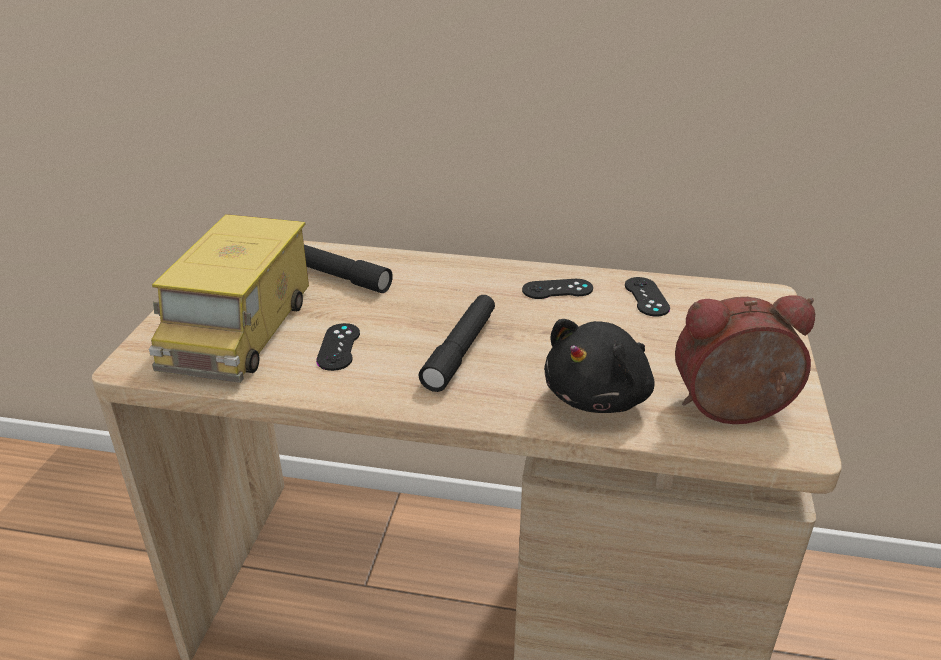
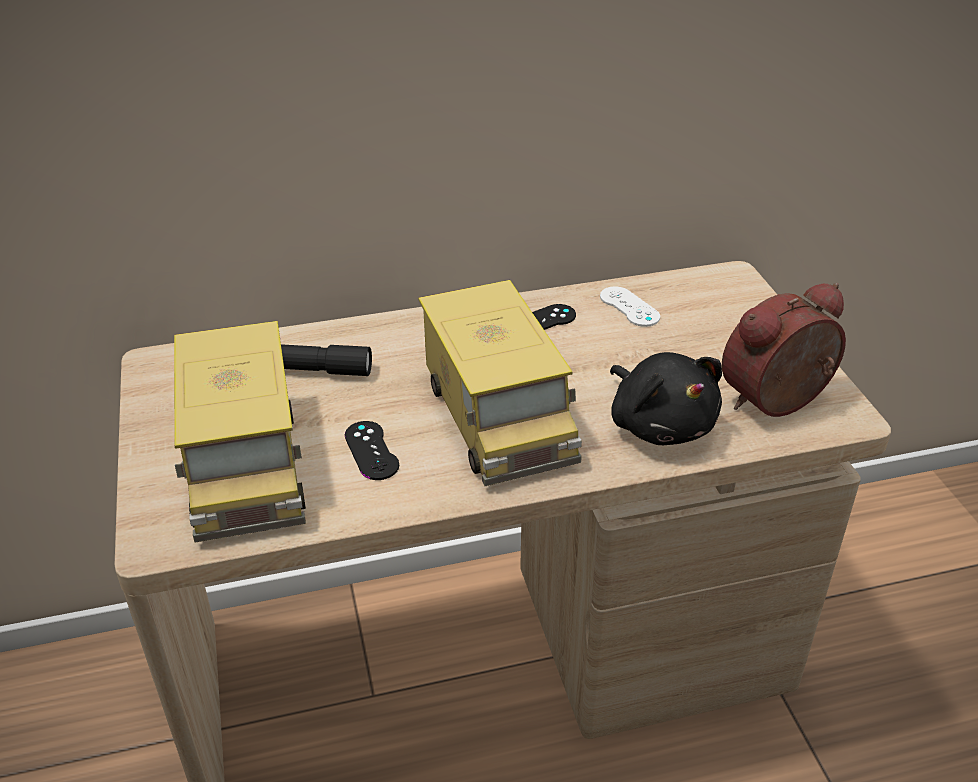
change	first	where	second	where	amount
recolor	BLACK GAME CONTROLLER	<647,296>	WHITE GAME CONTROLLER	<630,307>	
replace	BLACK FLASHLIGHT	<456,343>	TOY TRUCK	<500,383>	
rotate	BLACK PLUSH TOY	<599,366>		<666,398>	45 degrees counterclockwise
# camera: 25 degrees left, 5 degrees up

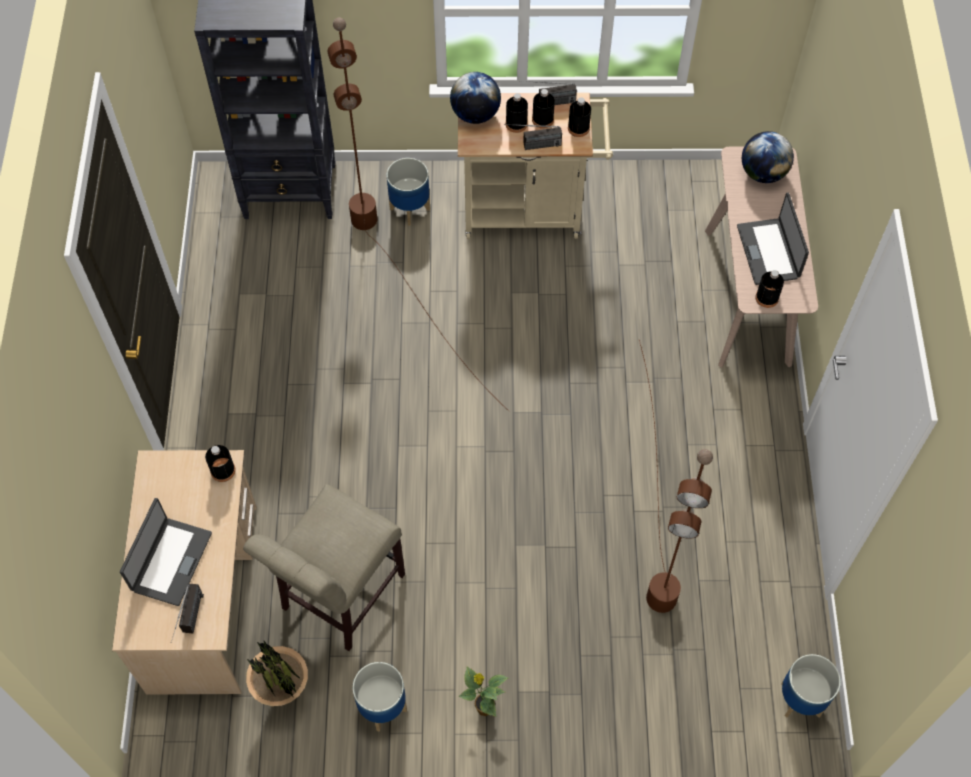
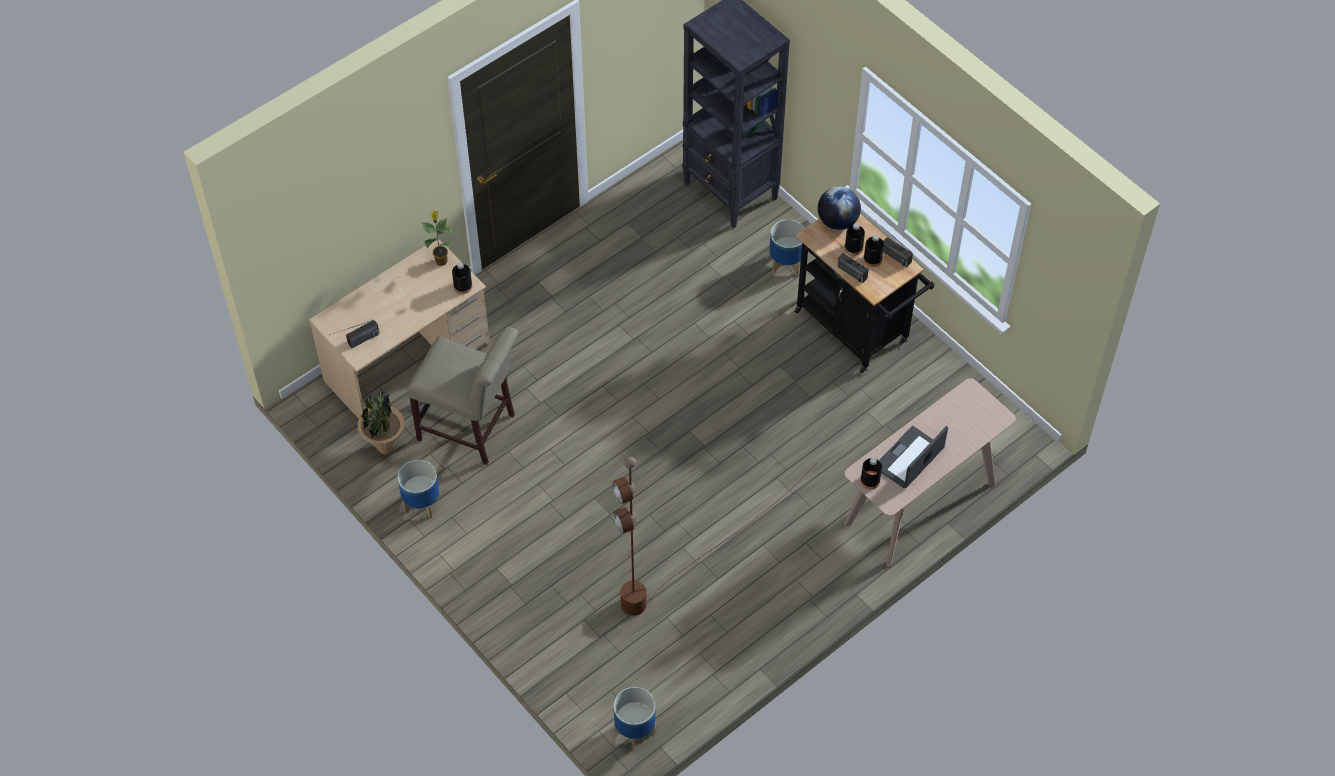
change	first	where	second	where	amount
delete	BROWN FLOOR LAMP	<418,214>			
recolor	BEIGE CART	<535,166>	BLACK CART	<864,293>	
delete	BLACK BOTTLE	<579,117>			
delete	GLOBE	<768,157>			
rotate	BEIGE CHAIR	<324,567>		<462,396>	150 degrees counterclockwise
delete	LAPTOP	<166,552>			
move	POTTED PLANT	<483,691>		<437,238>	
# camera: 50 degrees right, 5 degrees down

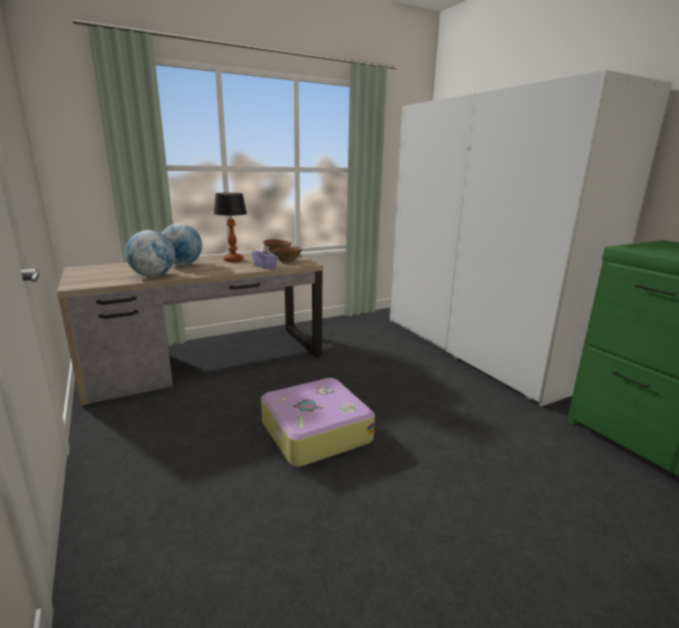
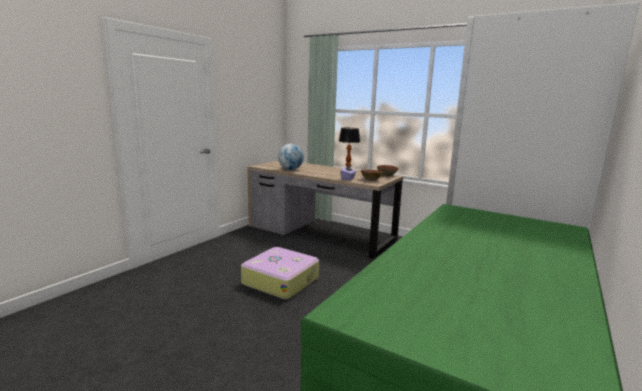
change	first	where	second	where	amount
delete	GLOBE	<182,244>			
# camera: 60 degrees right, 5 degrees down

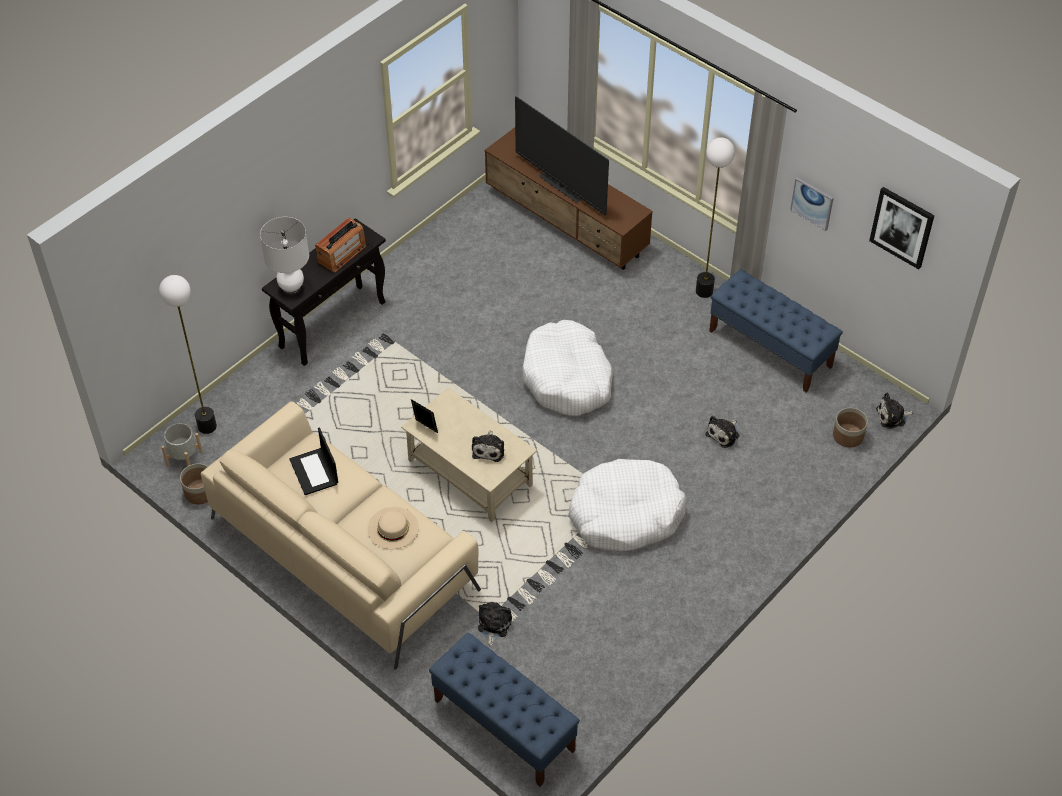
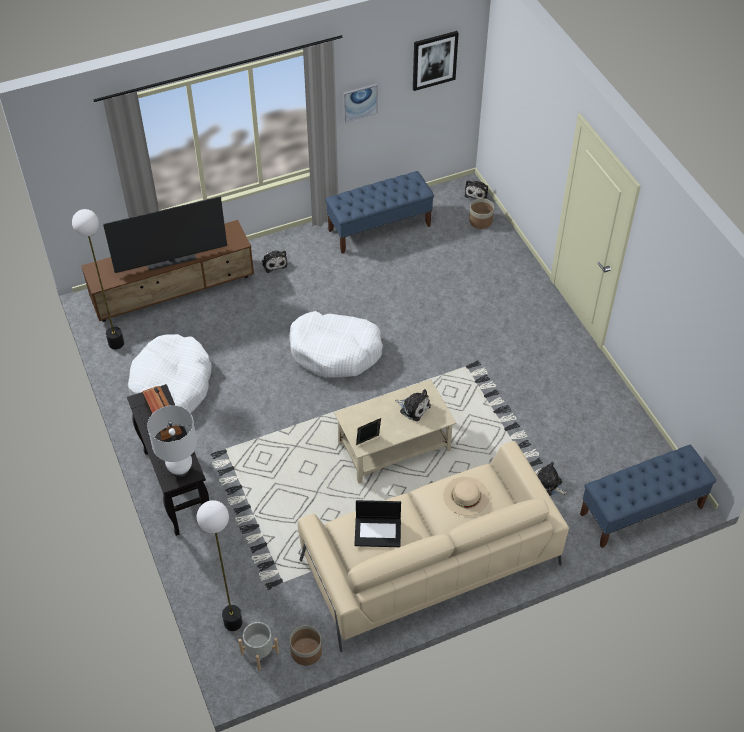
change	first	where	second	where	amount
move	FLOOR LAMP	<715,217>		<98,279>	
move	PLUSH TOY	<722,432>		<274,262>	
move	WHITE DOG BED	<627,505>		<170,373>	
# camera: 65 degrees left, 0 degrees up

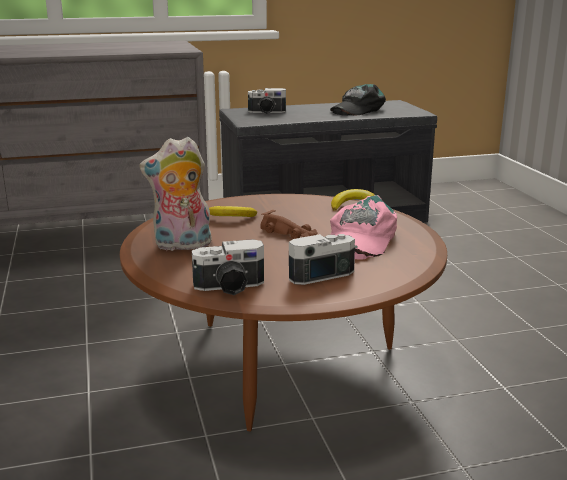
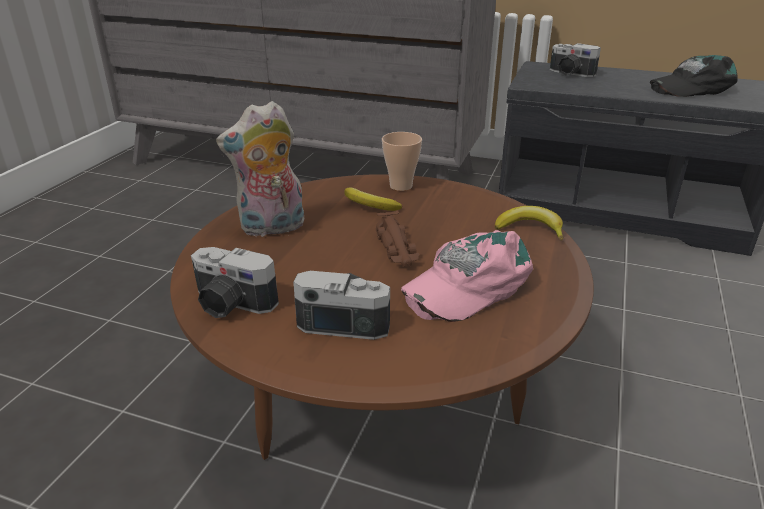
change	first	where	second	where	amount
rotate	PLUSH TOY	<175,194>		<260,169>	45 degrees counterclockwise
insert			CUP	<402,161>	
# camera: 35 degrees right, 10 degrees up

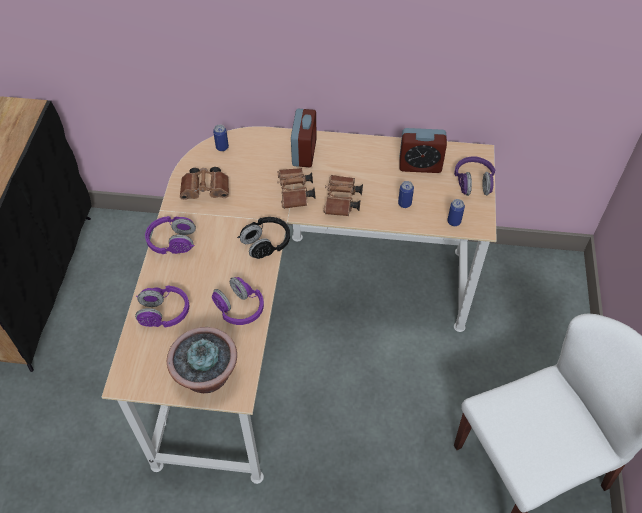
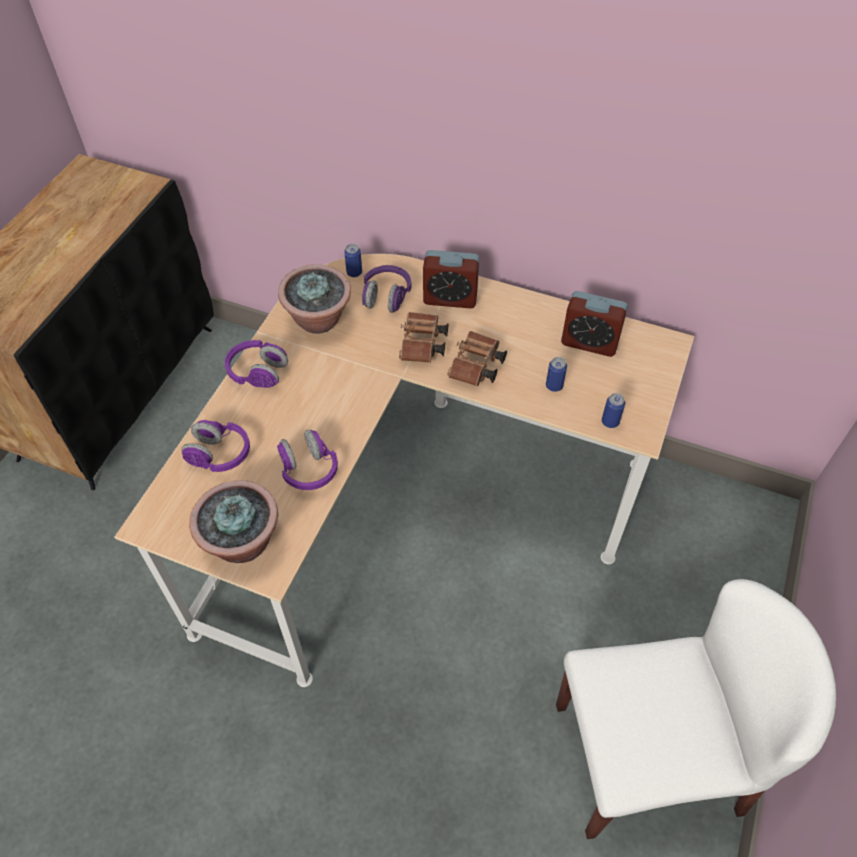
change	first	where	second	where	amount
rotate	ALARM CLOCK	<304,138>		<451,279>	75 degrees clockwise
move	PURPLE HEADPHONES	<474,176>		<387,289>	
replace	BROWN BINOCULARS	<204,183>	POTTED PLANT	<314,299>	
delete	BLACK HEADPHONES	<263,238>			
# camera: 15 degrees right, 0 degrees up

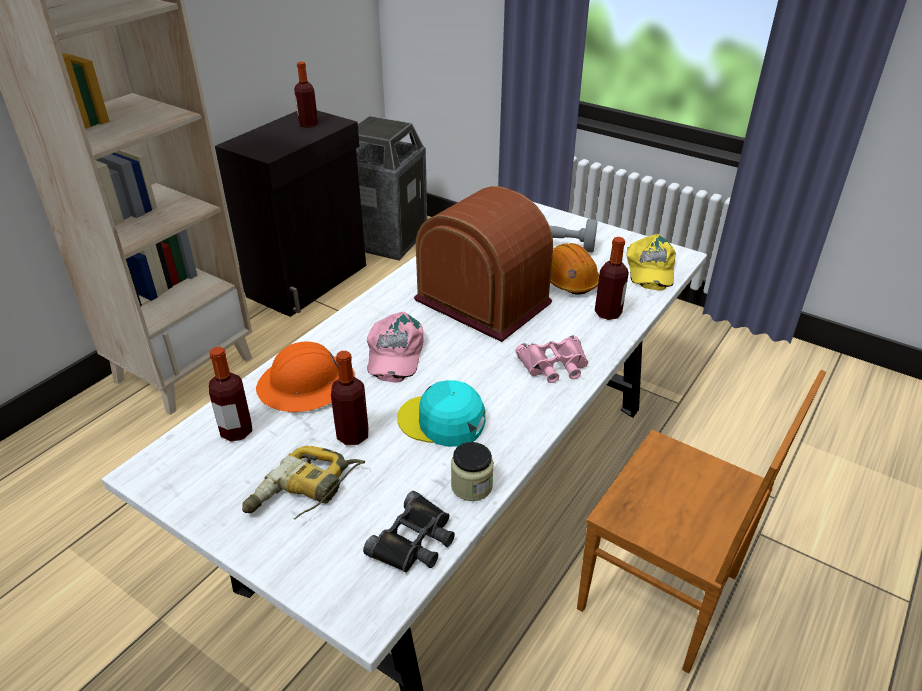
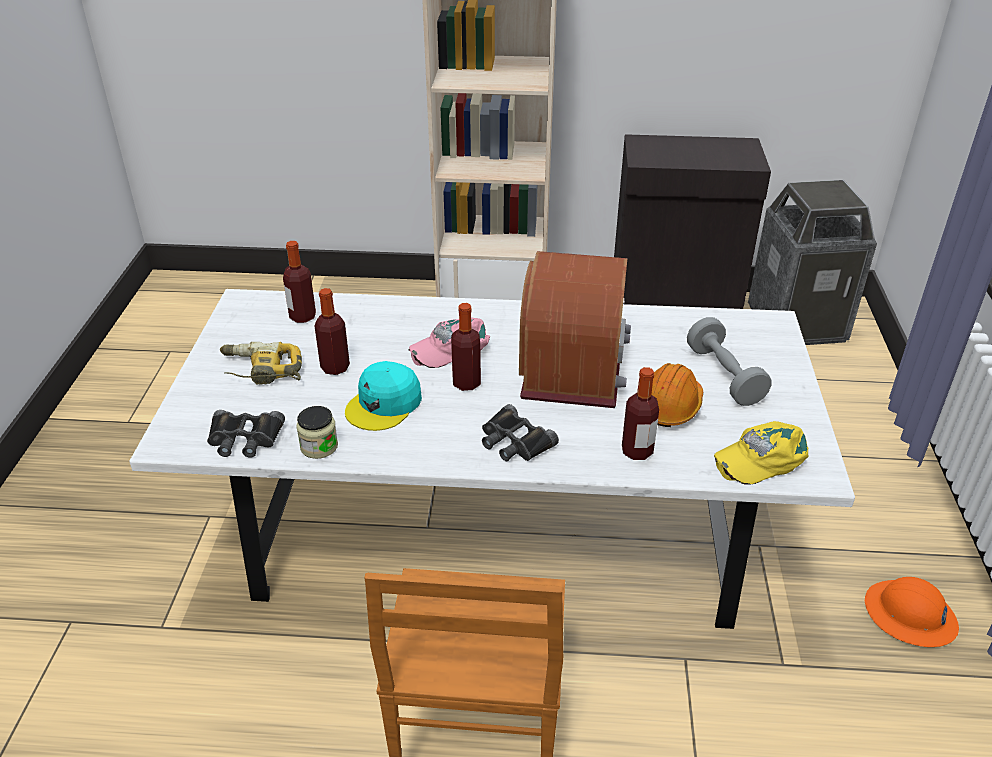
change	first	where	second	where	amount
move	BOTTLE	<306,95>		<466,347>	
recolor	PINK BINOCULARS	<552,359>	BLACK BINOCULARS	<520,432>	
move	ORANGE HARD HAT	<305,376>		<912,612>	
rotate	TURQUOISE CAP	<441,413>		<383,396>	135 degrees counterclockwise
# camera: 60 degrees right, 0 degrees up

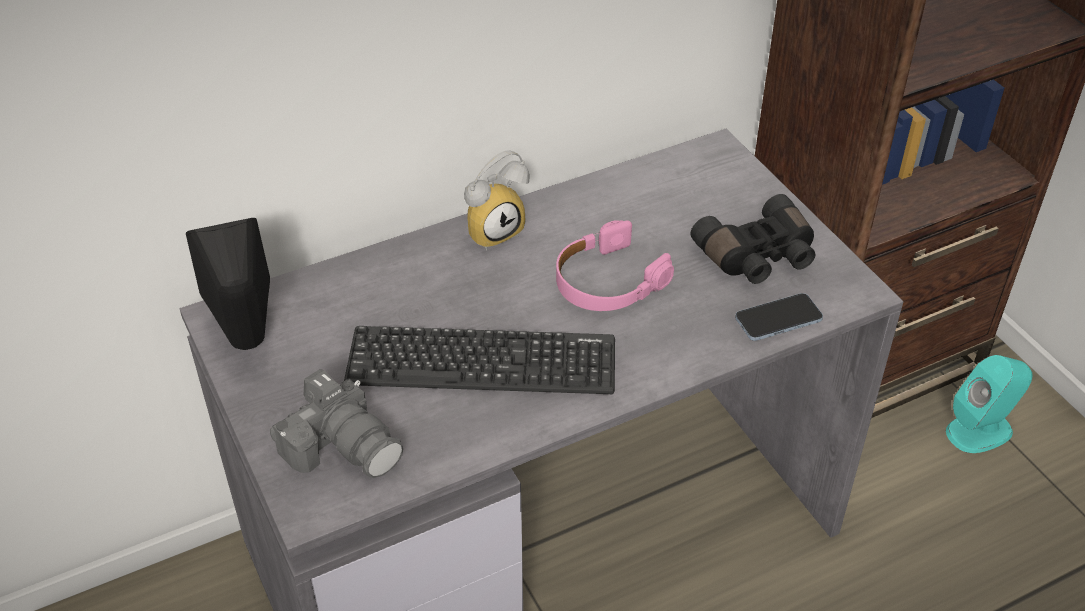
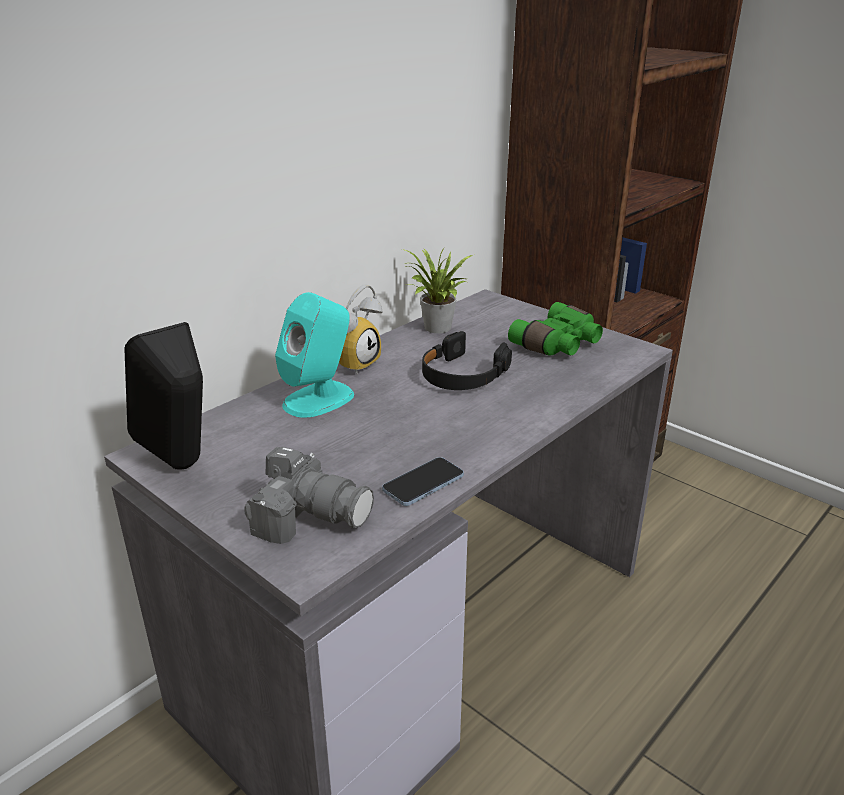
change	first	where	second	where	amount
recolor	BLACK BINOCULARS	<752,239>	GREEN BINOCULARS	<555,329>	
recolor	PINK HEADPHONES	<615,265>	BLACK HEADPHONES	<467,360>	
move	PHONE	<779,317>		<423,481>	
delete	KEYBOARD	<479,360>			
move	TURQUOISE SPEAKER	<989,404>		<314,355>	
insert			POTTED PLANT	<437,290>	
# camera: 20 degrees left, 15 degrees down

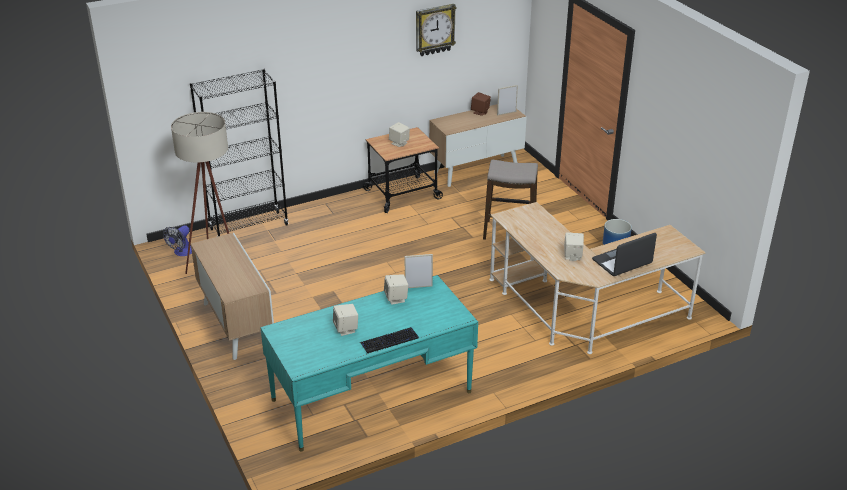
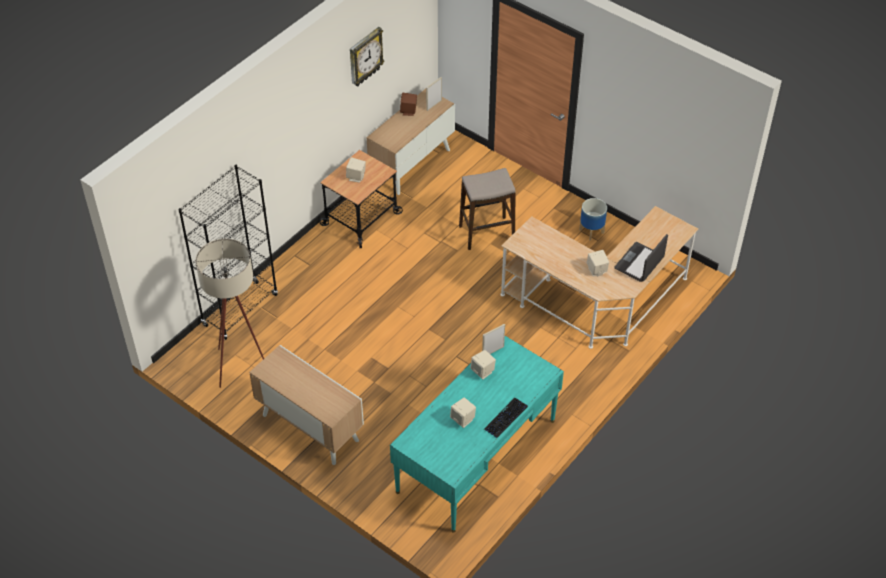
change	first	where	second	where	amount
delete	FAN	<177,240>			
# camera: 25 degrees left, 15 degrees up

